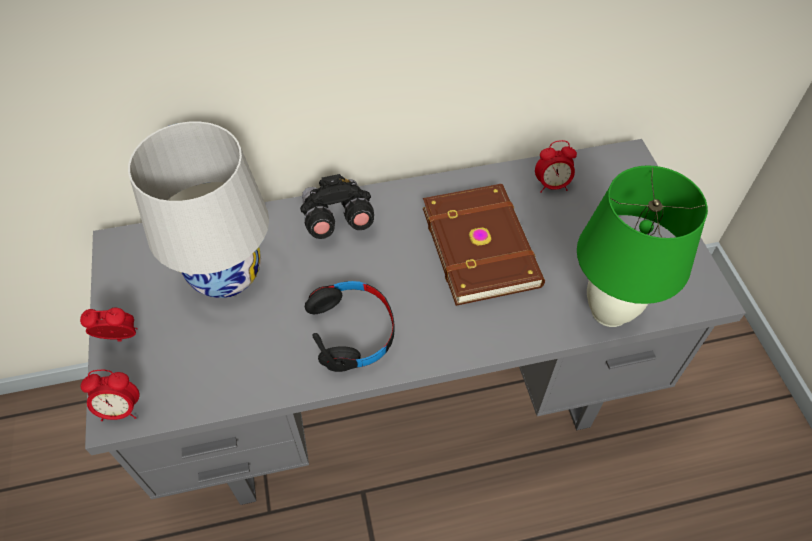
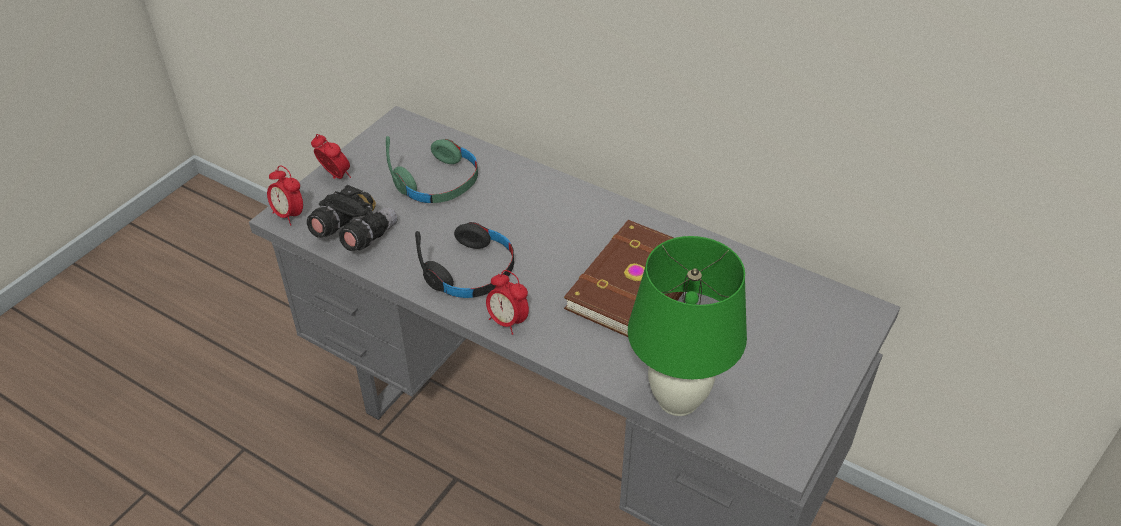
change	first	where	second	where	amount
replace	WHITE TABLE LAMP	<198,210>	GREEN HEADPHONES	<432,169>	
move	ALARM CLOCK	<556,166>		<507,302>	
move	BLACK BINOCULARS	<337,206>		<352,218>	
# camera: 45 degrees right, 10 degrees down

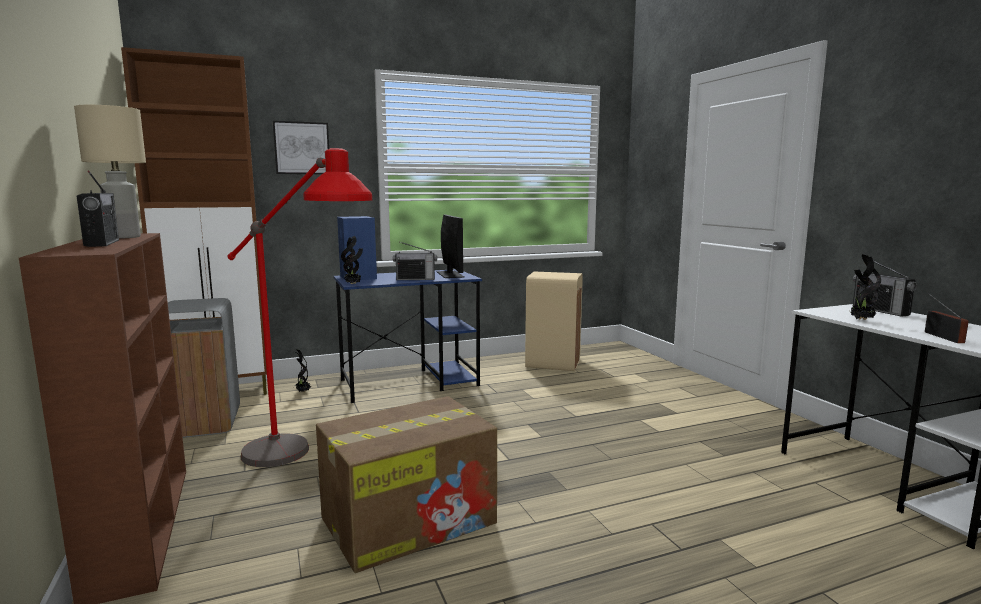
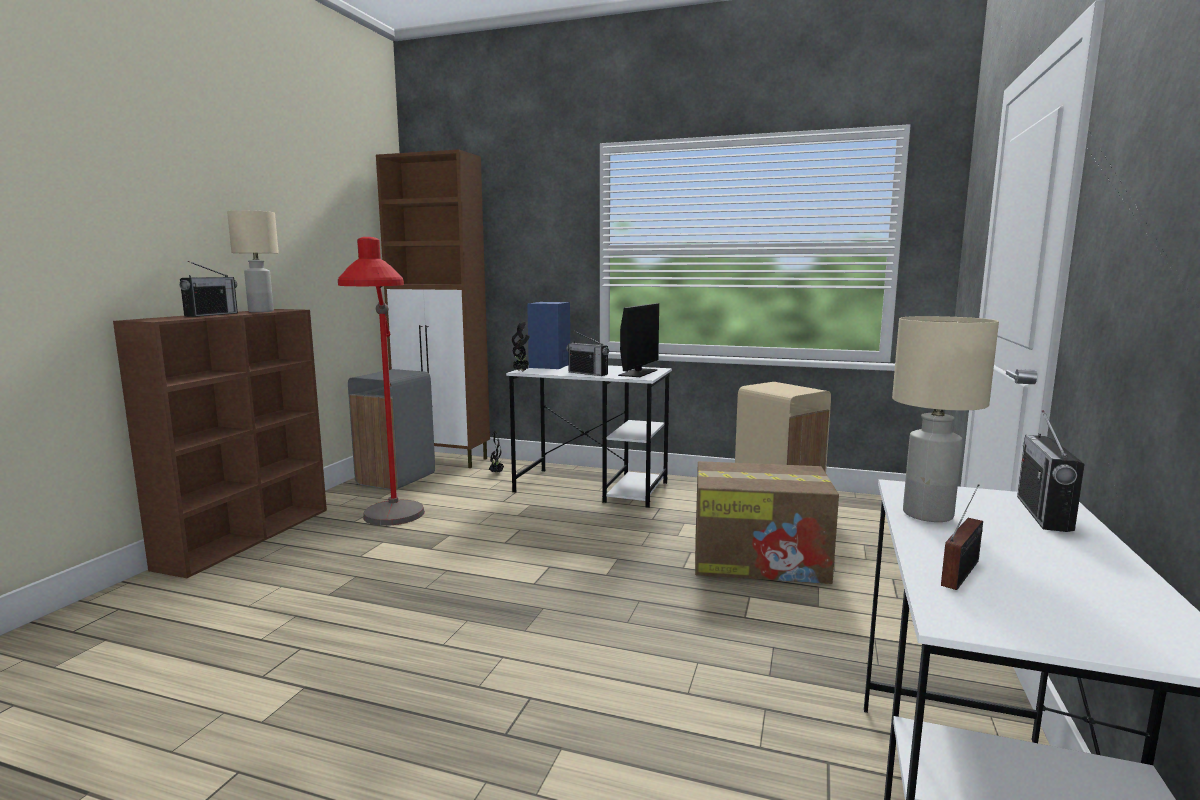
change	first	where	second	where	amount
delete	PICTURE	<301,147>			
replace	POTTED PLANT	<866,287>	BEIGE TABLE LAMP	<945,419>	
recolor	BLUE DESK	<408,336>	WHITE DESK	<589,436>	
move	CARDBOARD BOX	<406,484>		<767,522>	
# camera: 40 degrees right, 0 degrees up

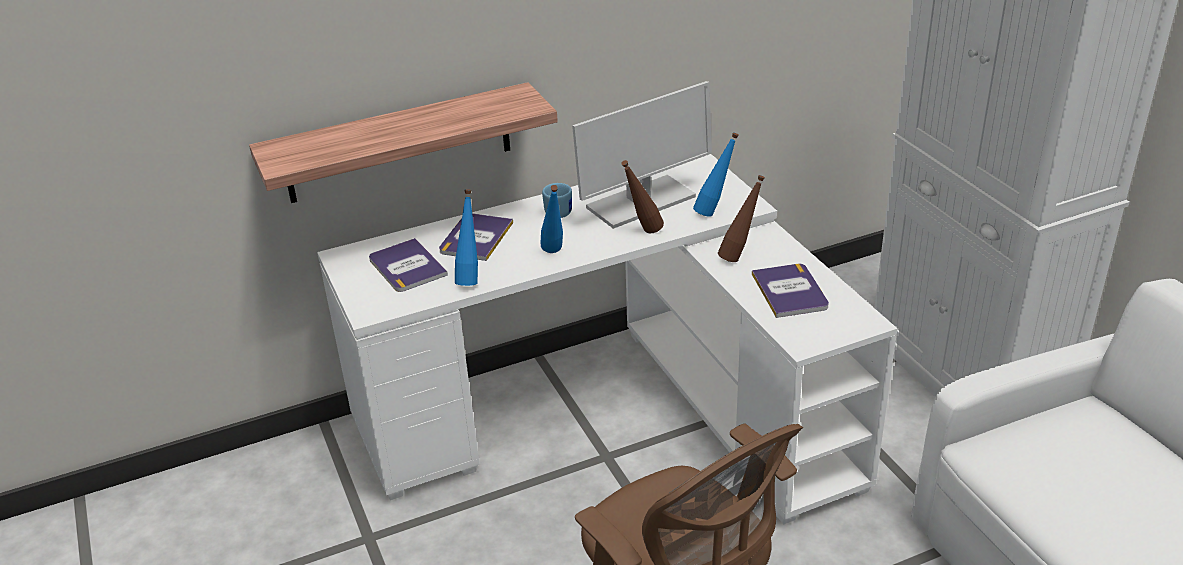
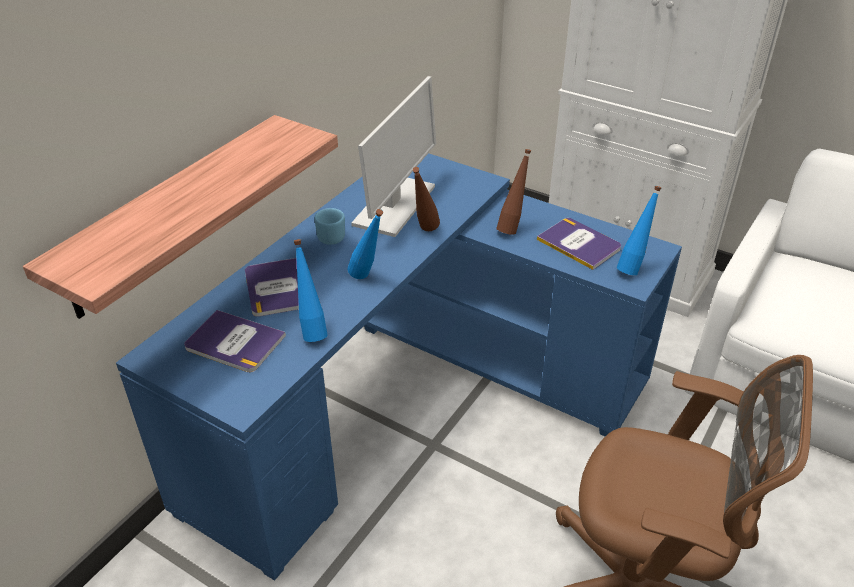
change	first	where	second	where	amount
move	BLUE BOTTLE	<716,174>		<639,230>	
recolor	WHITE DESK	<607,339>	BLUE DESK	<399,367>	
# camera: 35 degrees left, 5 degrees up

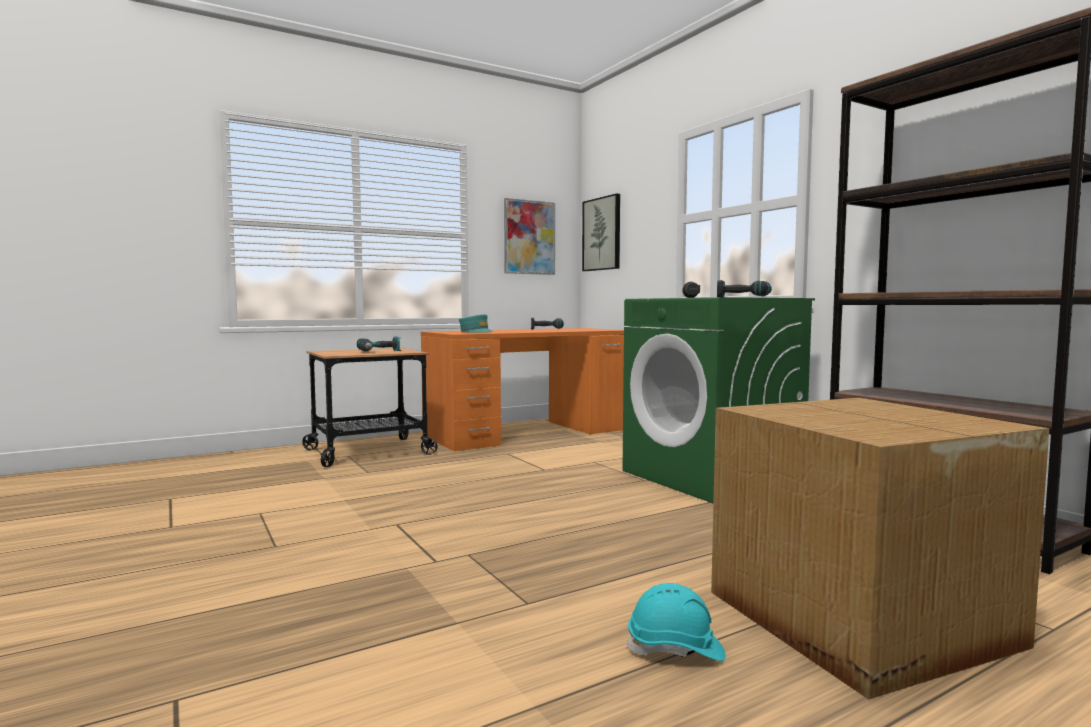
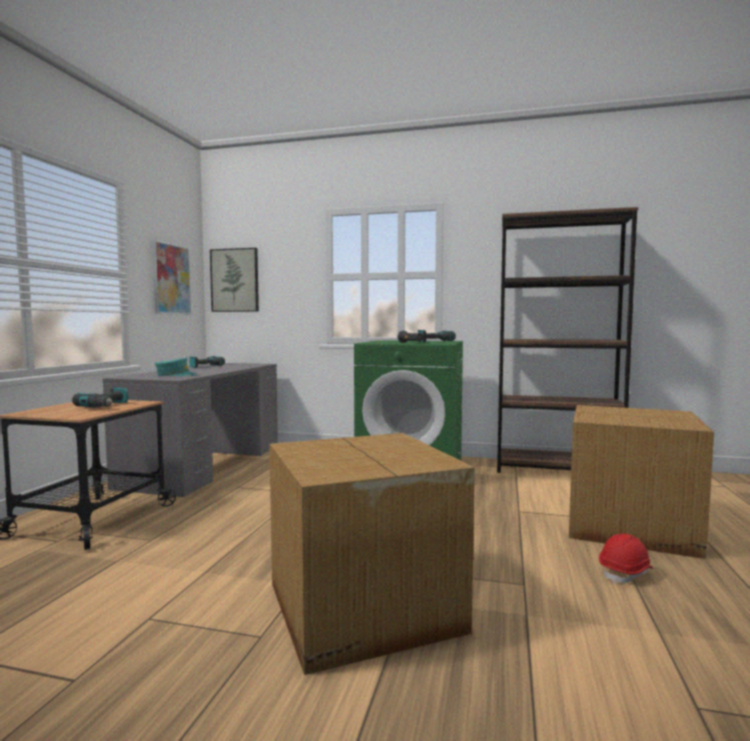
change	first	where	second	where	amount
recolor	ORANGE DESK	<522,389>	GREY DESK	<190,430>	
recolor	TURQUOISE HARD HAT	<676,622>	RED HARD HAT	<626,558>	
insert			CARDBOARD BOX	<372,554>	
# camera: 45 degrees left, 0 degrees up

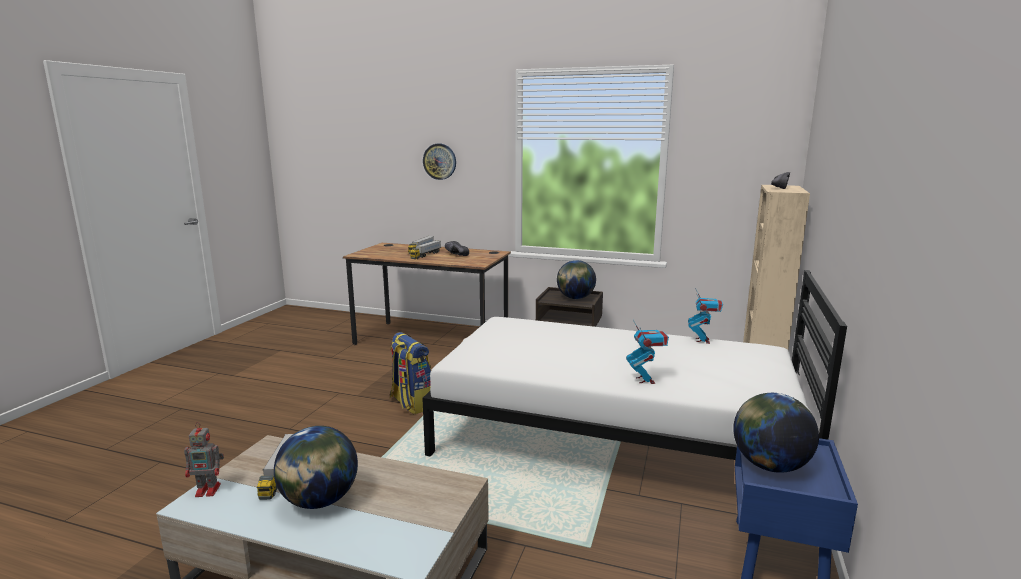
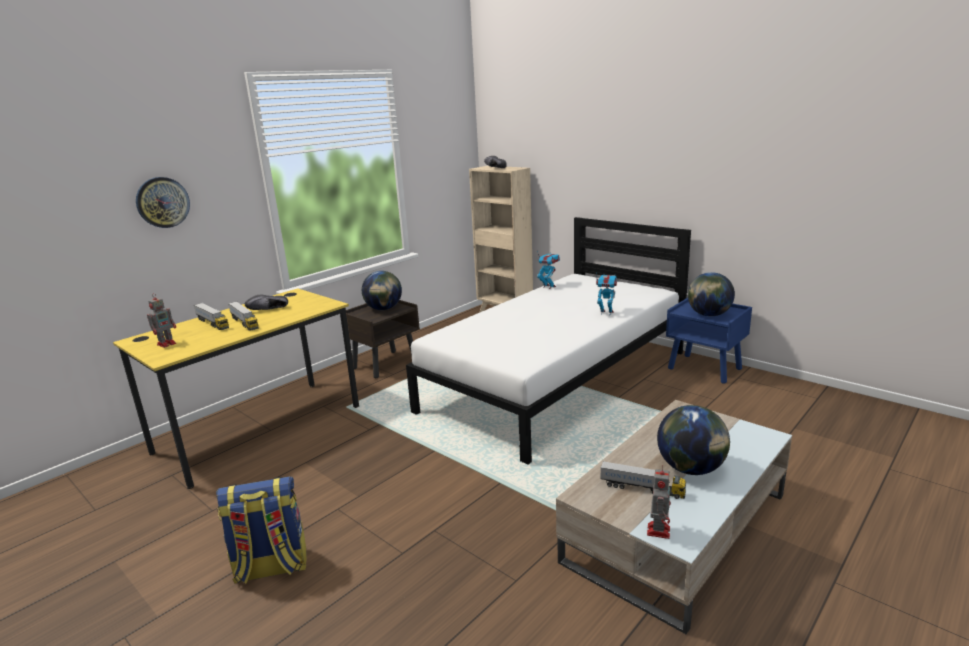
change	first	where	second	where	amount
recolor	BROWN DESK	<427,294>	YELLOW DESK	<236,388>	
move	BACKPACK	<410,373>		<261,530>	
insert			TOY ROBOT	<161,320>	
# camera: 65 degrees left, 5 degrees up

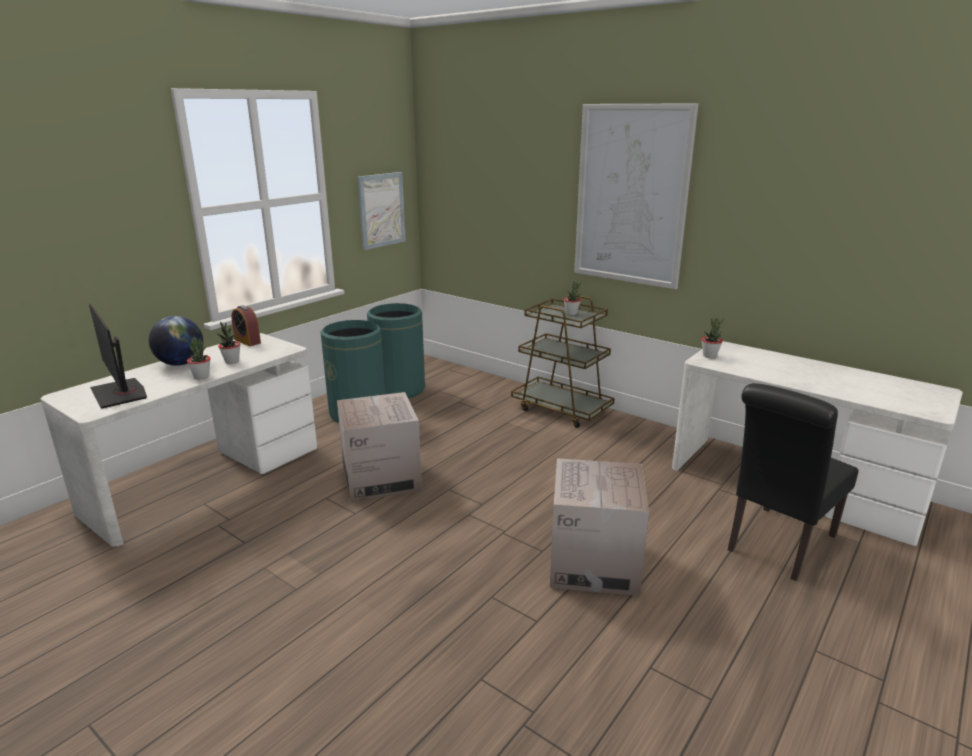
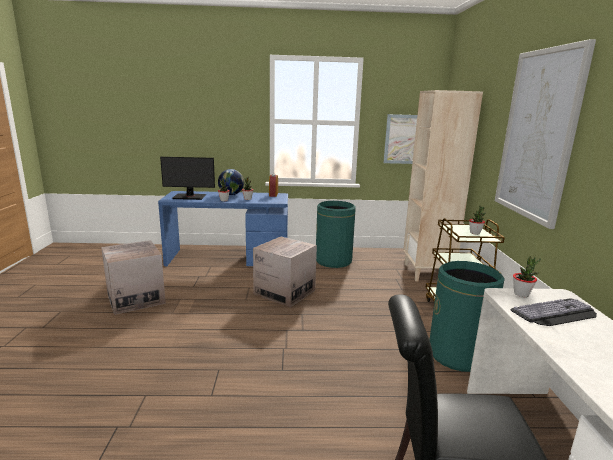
change	first	where	second	where	amount
move	GREEN TRASH CAN	<396,350>		<467,316>	
rotate	MONITOR	<118,356>		<187,178>	105 degrees counterclockwise
recolor	WHITE DESK	<179,440>	BLUE DESK	<223,228>	
move	CARDBOARD BOX	<599,527>		<133,277>	
insert			BEIGE BOOKCASE	<443,185>	
insert			KEYBOARD	<554,312>	
# camera: 50 degrees right, 5 degrees down

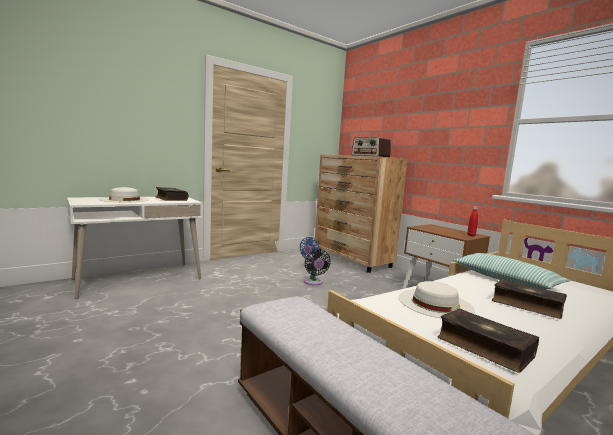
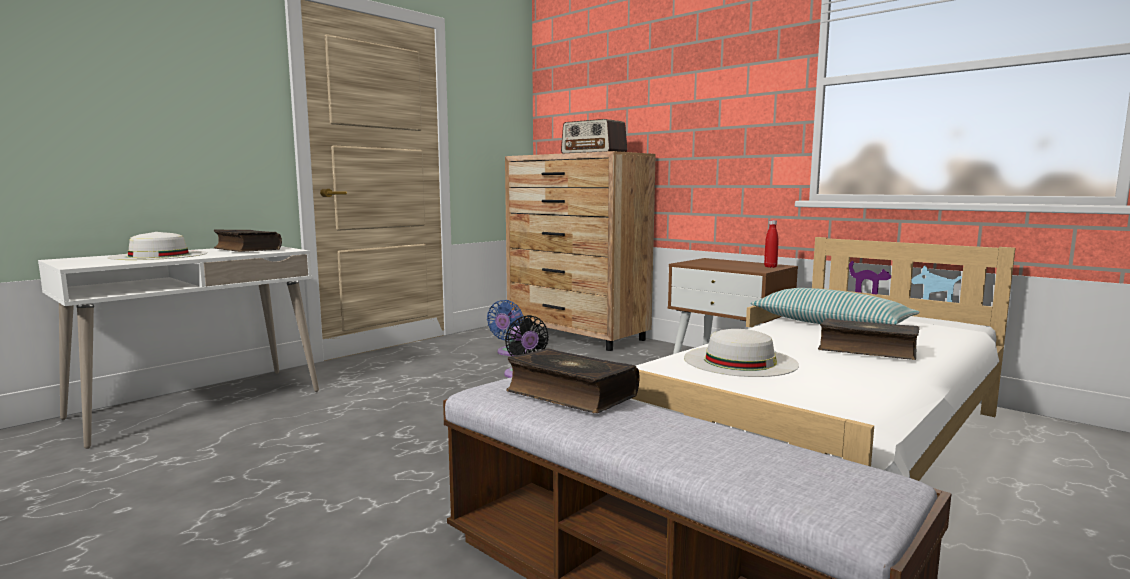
change	first	where	second	where	amount
move	BOOK	<488,341>		<572,380>	
# camera: 10 degrees left, 0 degrees up

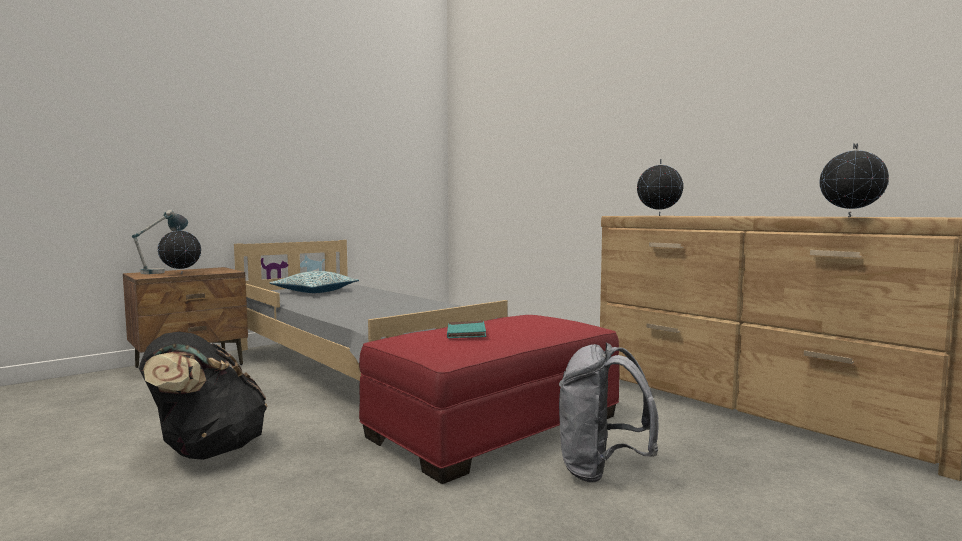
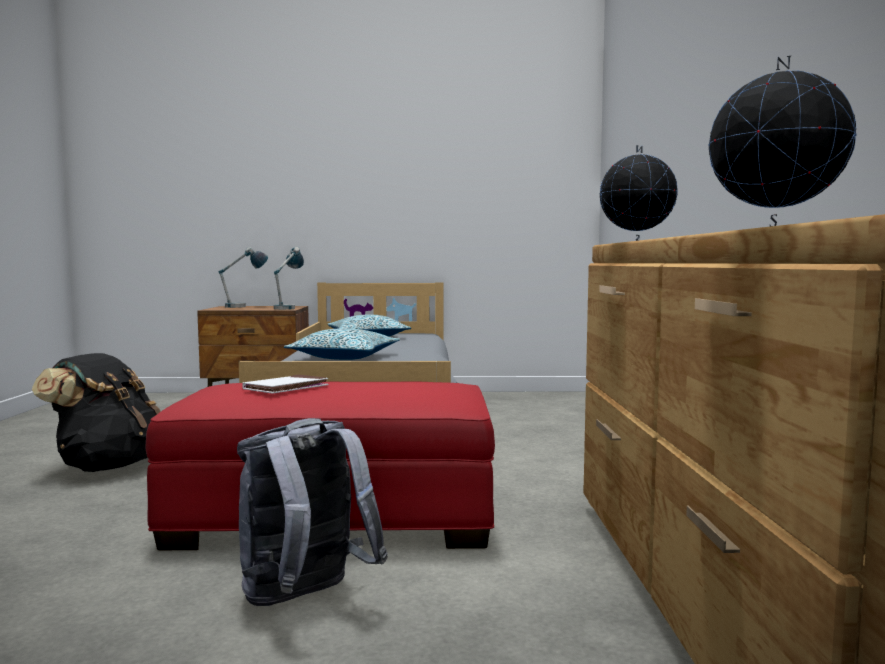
change	first	where	second	where	amount
delete	GLOBE	<179,250>			
recolor	TURQUOISE BOOK	<466,329>	WHITE BOOK	<285,384>	
insert			TABLE LAMP	<289,278>	
insert			PILLOW	<342,344>	
# camera: 40 degrees right, 0 degrees up

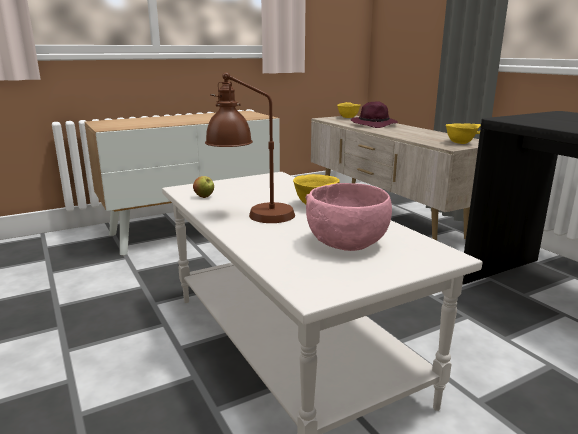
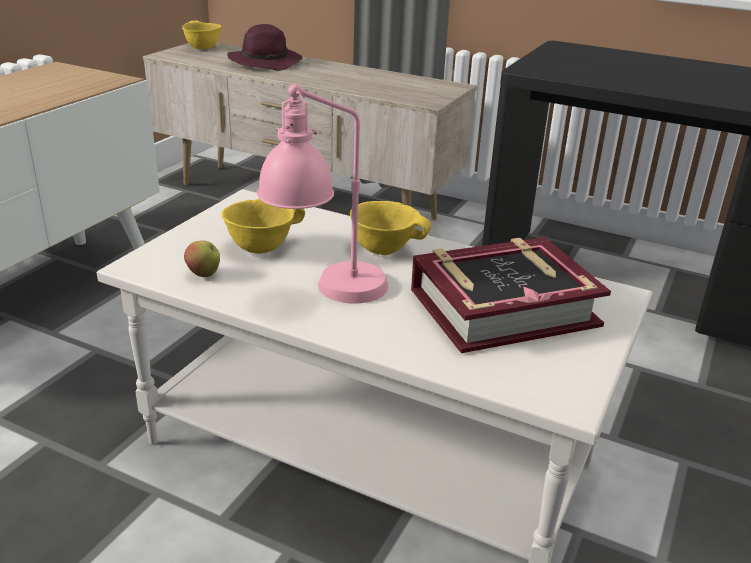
change	first	where	second	where	amount
recolor	BROWN TABLE LAMP	<250,147>	PINK TABLE LAMP	<322,194>	
move	YELLOW BOWL	<463,133>		<263,226>	
replace	PINK BOWL	<349,217>	BOOK	<511,295>	
# camera: 35 degrees left, 10 degrees up

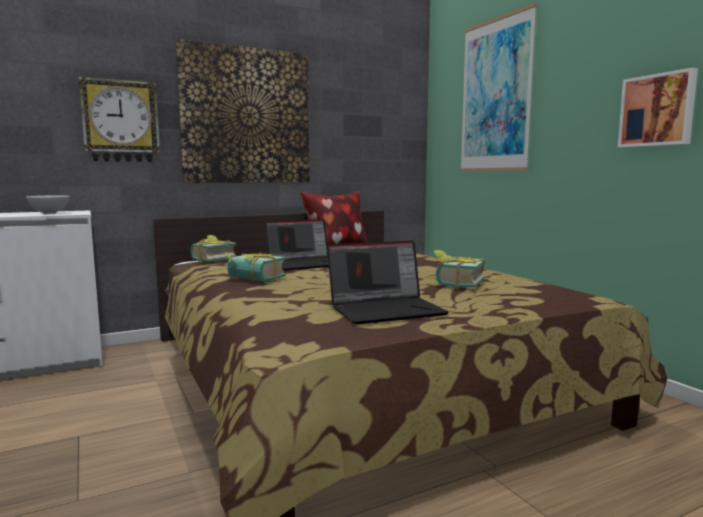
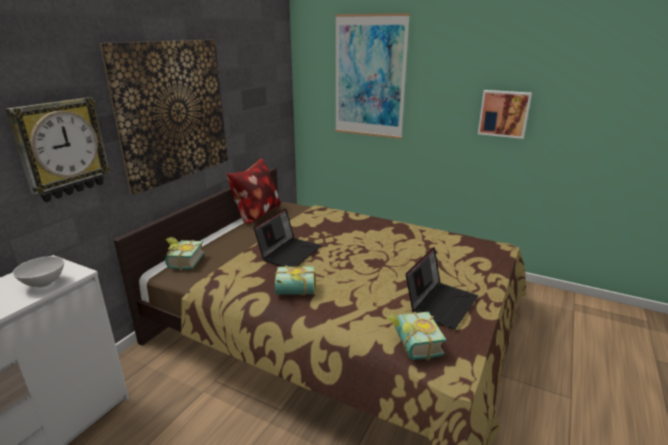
change	first	where	second	where	amount
move	BOOK	<459,270>		<416,336>	
# camera: 35 degrees left, 15 degrees up

